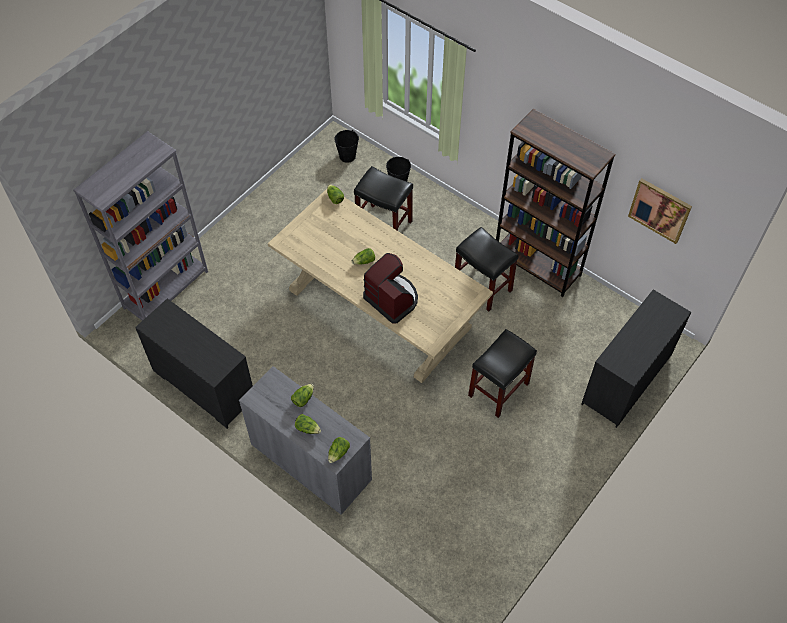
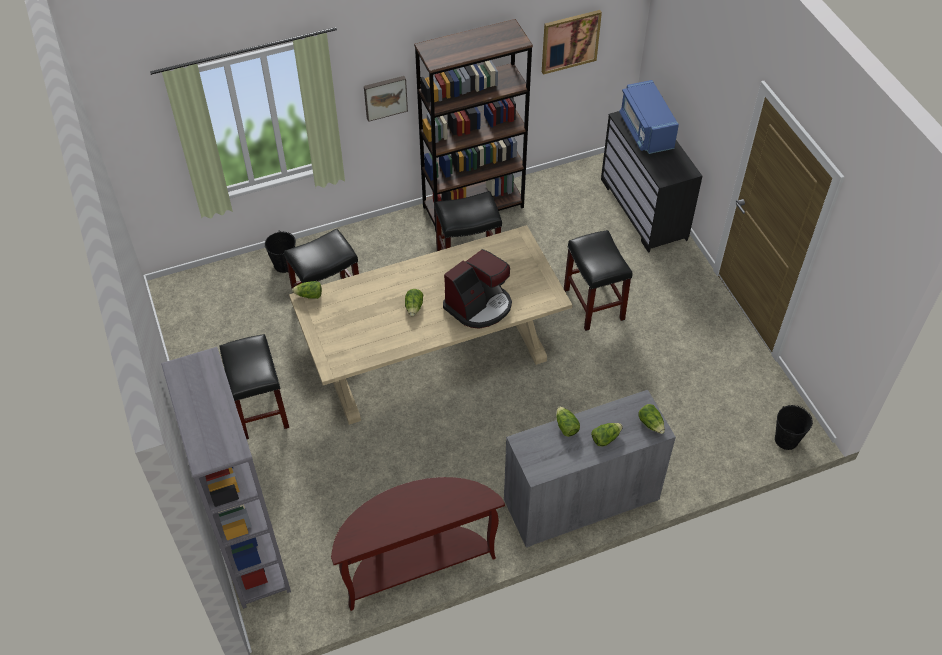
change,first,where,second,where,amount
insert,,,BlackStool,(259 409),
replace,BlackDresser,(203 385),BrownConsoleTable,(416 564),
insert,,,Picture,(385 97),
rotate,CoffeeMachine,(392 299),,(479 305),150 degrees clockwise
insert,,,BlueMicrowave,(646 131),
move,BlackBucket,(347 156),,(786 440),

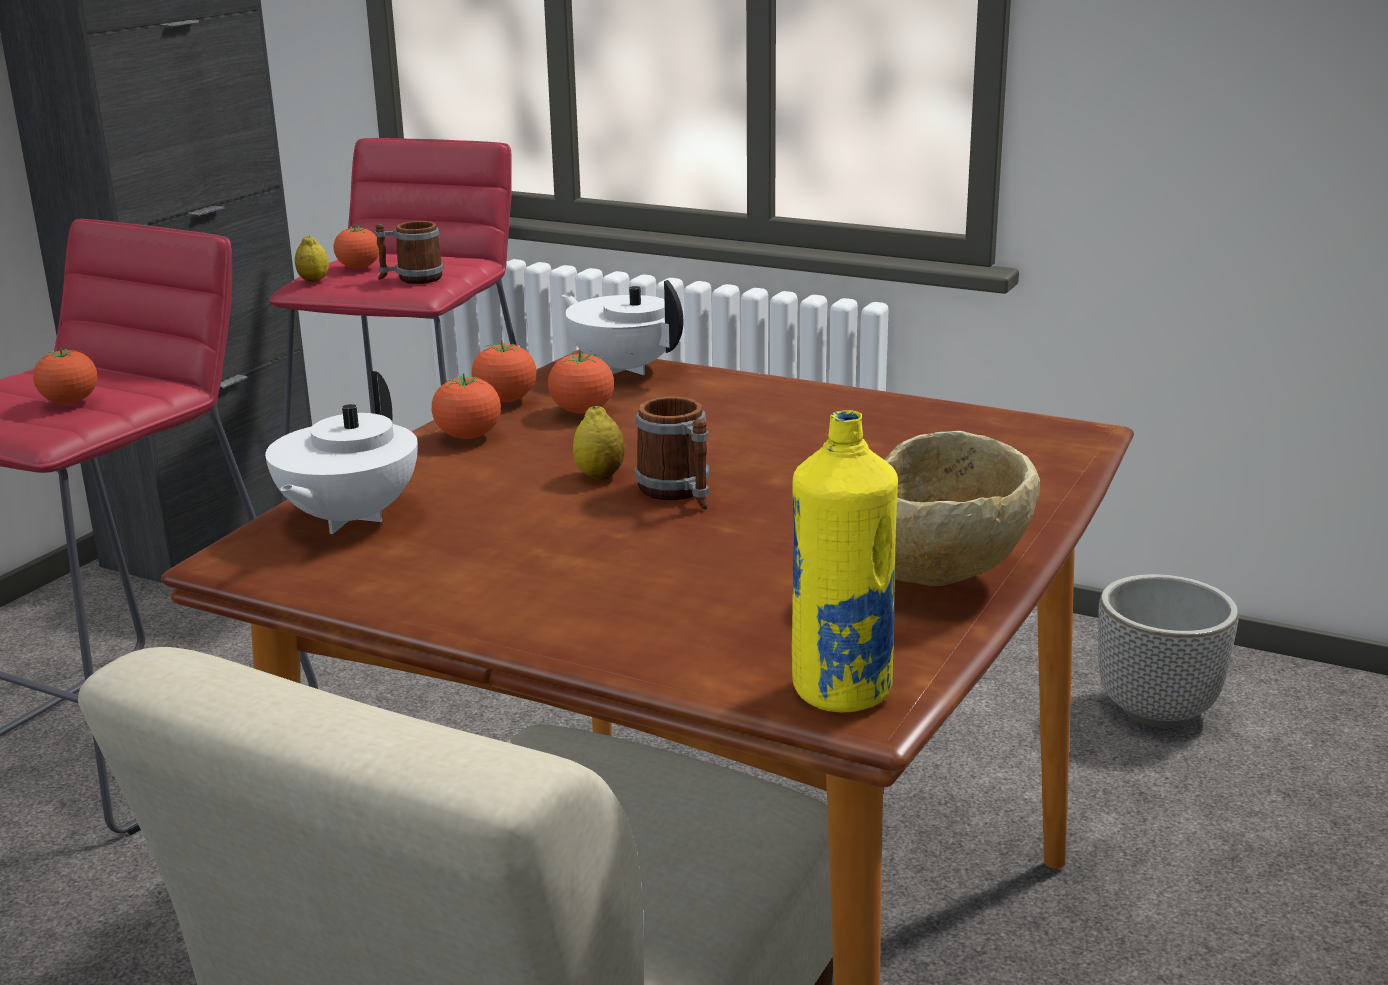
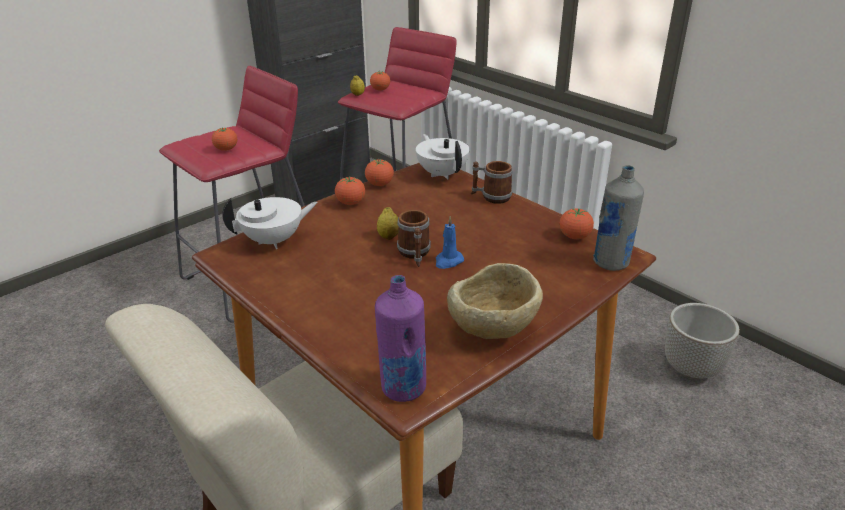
change,first,where,second,where,amount
rotate,WhiteTeapot,(347 519),,(274 241),150 degrees counterclockwise
recolor,YellowBottle,(840 692),PurpleBottle,(402 388),
insert,,,BlueCandle,(448 261),
move,Mug,(411 279),,(491 197),
move,Tomato,(582 411),,(574 236),
insert,,,GreyBottle,(611 262),

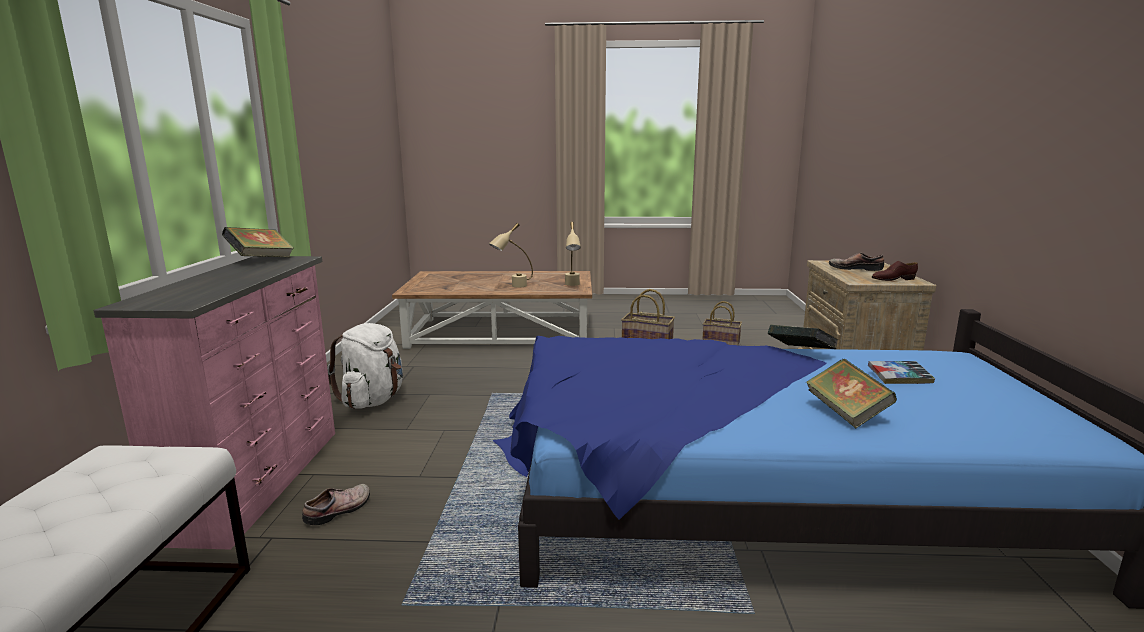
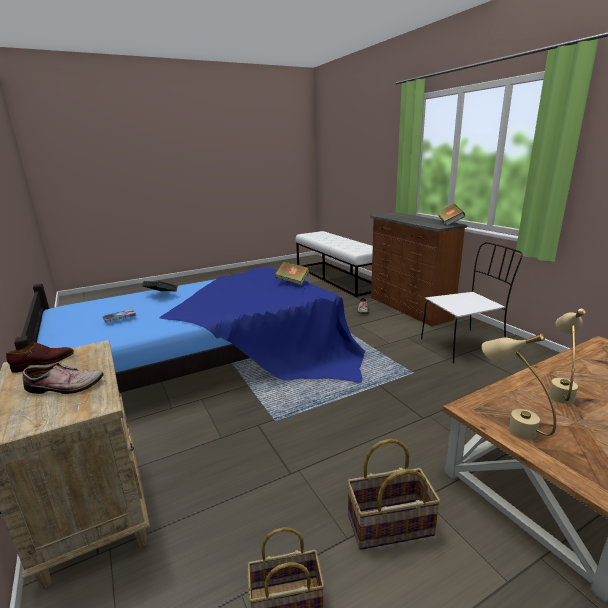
change,first,where,second,where,amount
move,Book,(800 354),,(292 282),
recolor,PinkDresser,(262 480),BrownDresser,(408 308),
replace,WhiteBackpack,(373 400),WhiteChair,(464 345),

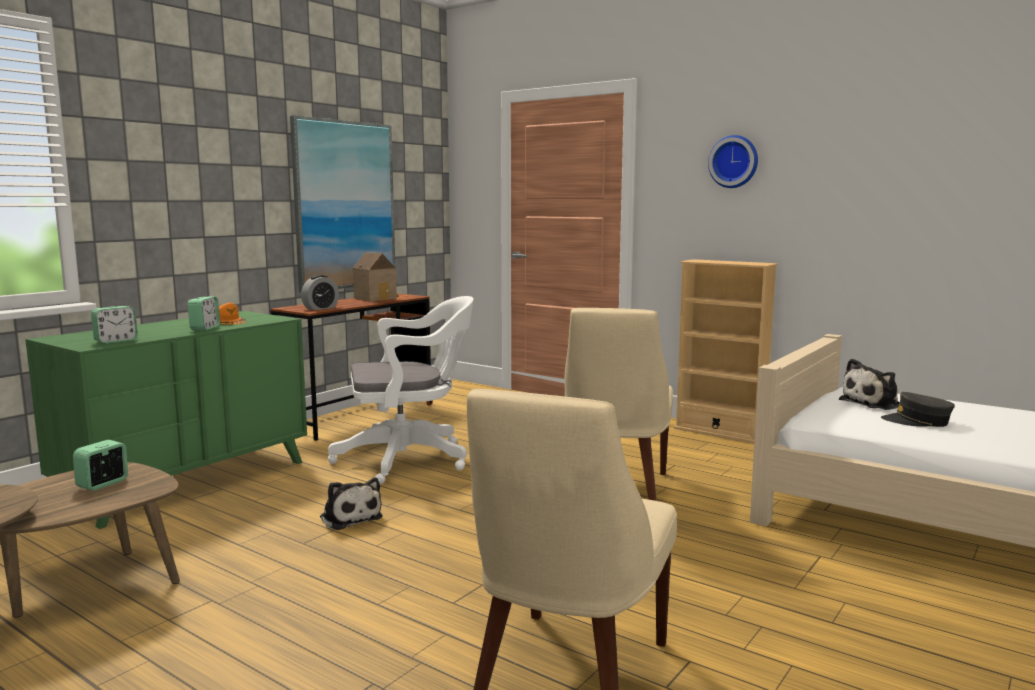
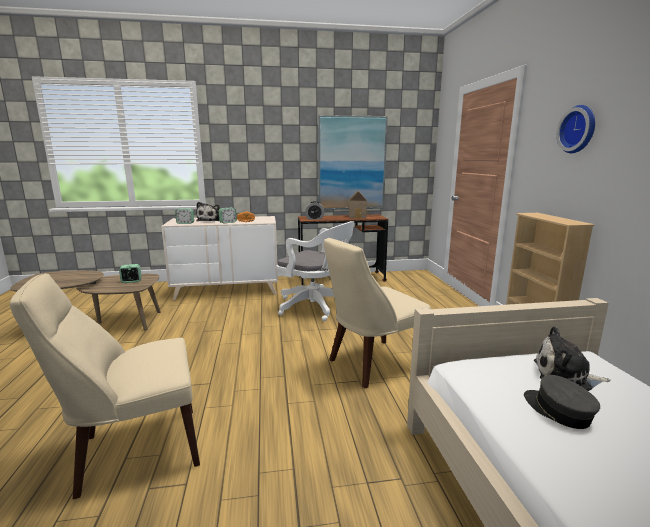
change,first,where,second,where,amount
recolor,GreenDresser,(187 482),BeigeDresser,(227 290),
move,PlushToy,(350 517),,(210 220),

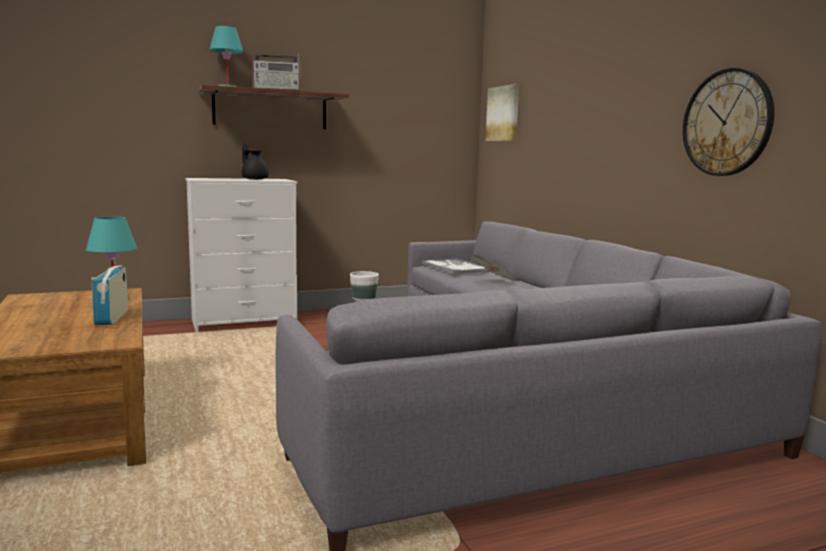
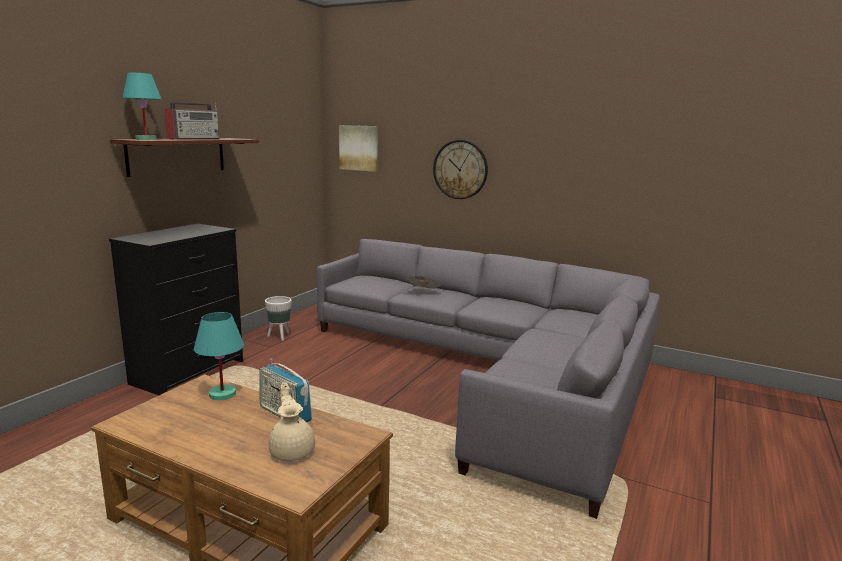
change,first,where,second,where,amount
recolor,WhiteDresser,(245 322),BlackDresser,(189 372),
insert,,,BeigeTeapot,(292 450),
move,WallClock,(727 123),,(460 169),
delete,BlackTeapot,(254 179),,,
delete,Tray,(454 267),,,

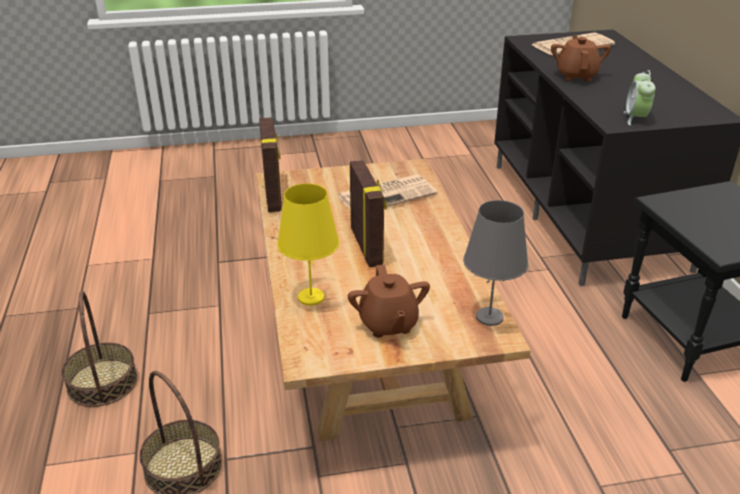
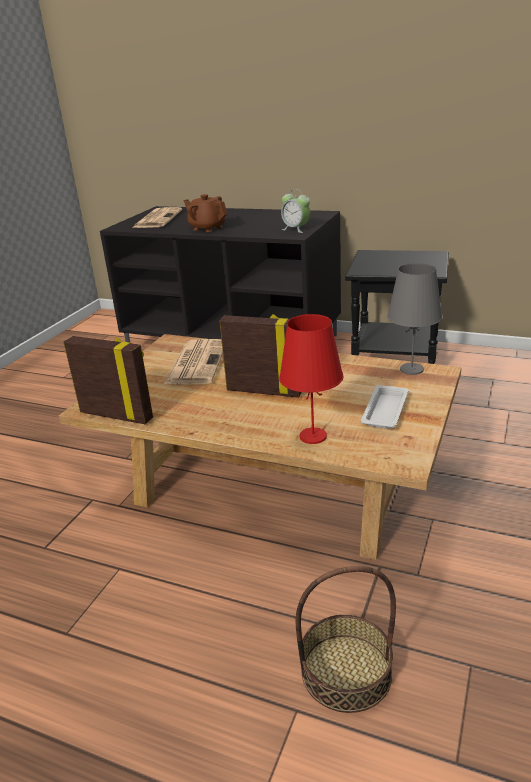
change,first,where,second,where,amount
recolor,YellowTableLamp,(310 297),RedTableLamp,(312 436),
replace,BrownTeapot,(388 324),WhiteTray,(385 410),
delete,Basket,(102 382),,,

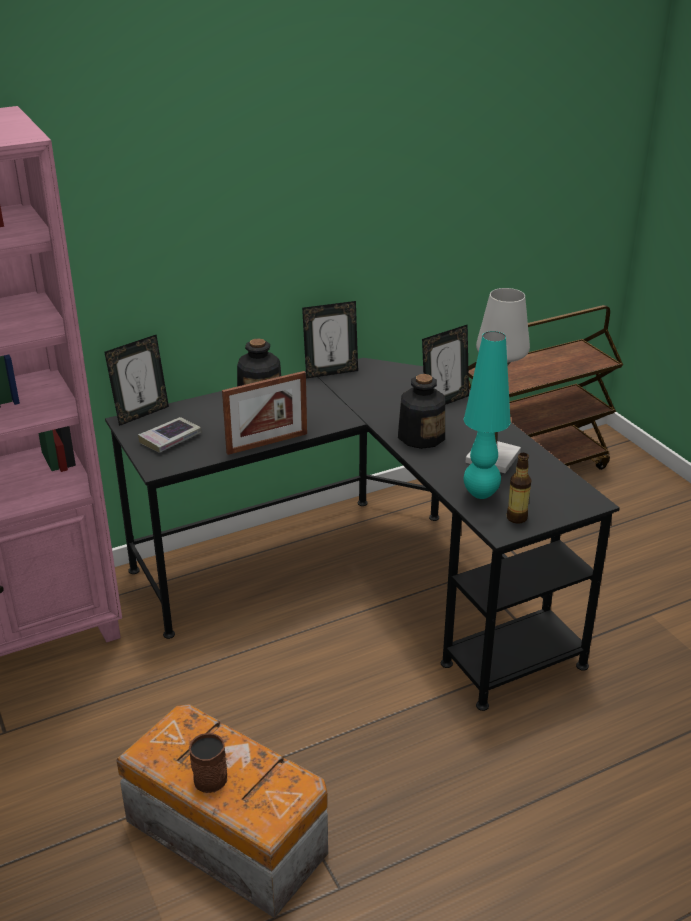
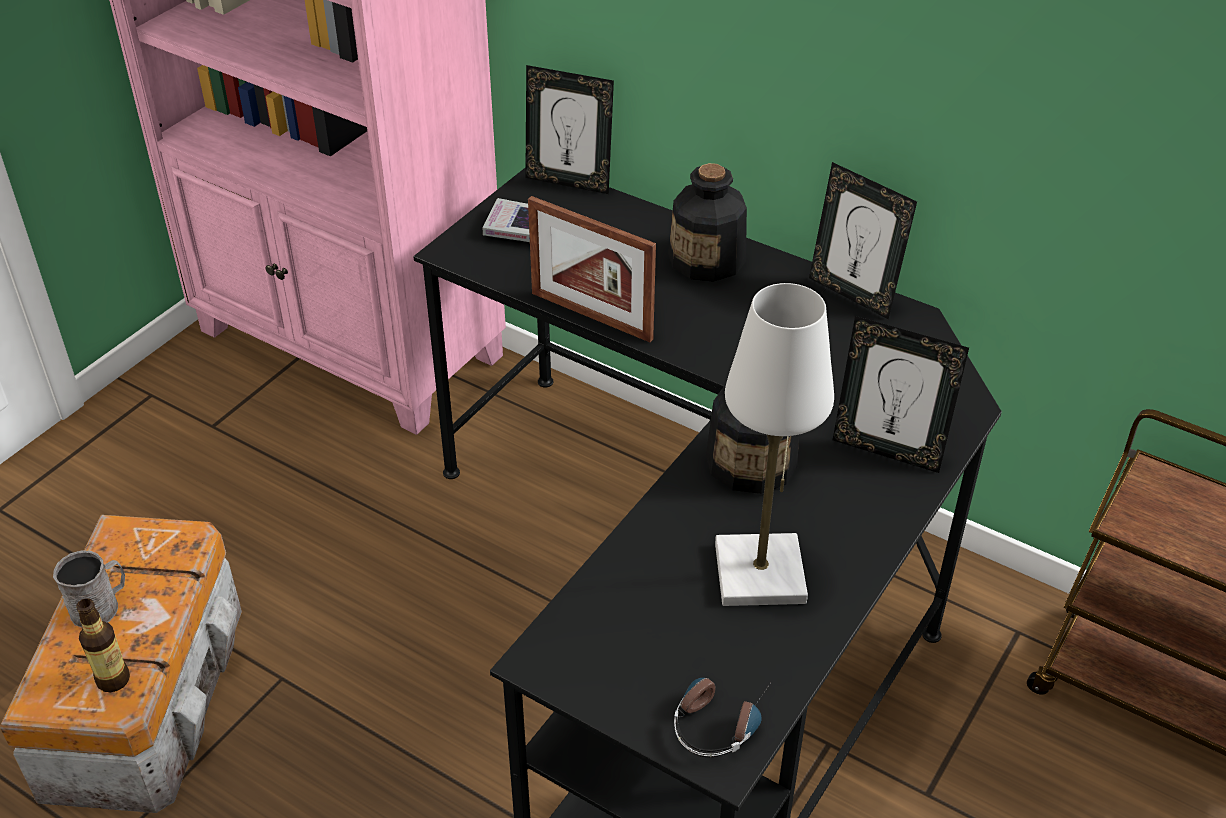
change,first,where,second,where,amount
recolor,BrownMug,(209 774),GreyMug,(101 606),
move,Bottle,(516 518),,(113 680),
insert,,,Headphones,(720 718),
delete,TurquoiseTableLamp,(481 494),,,

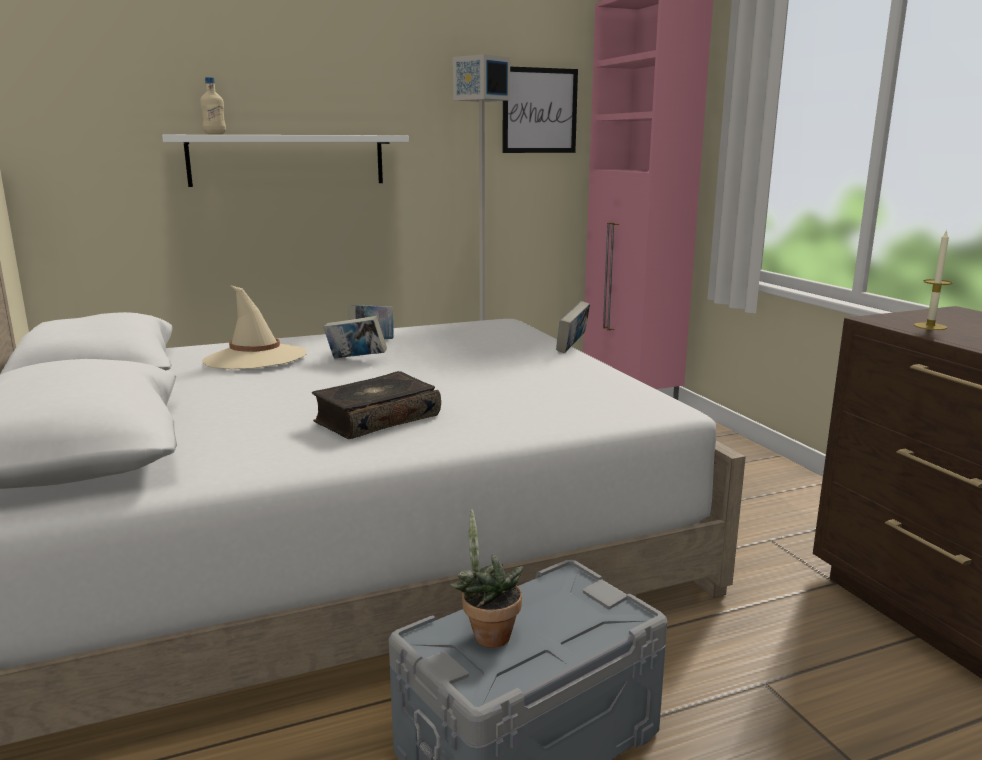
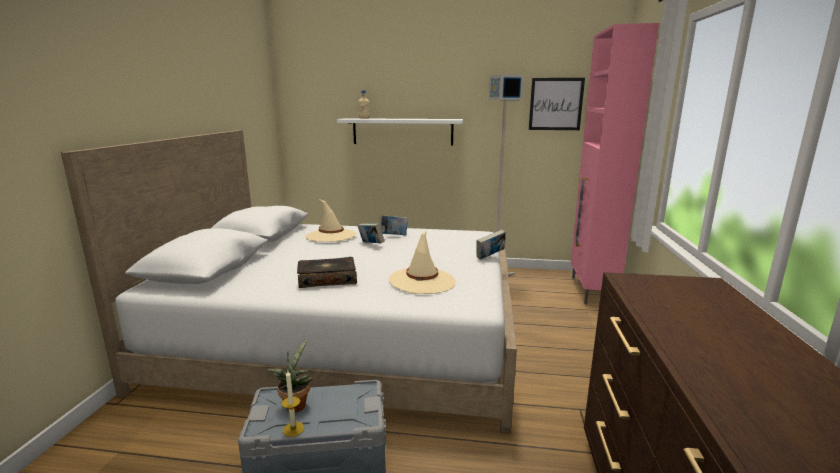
change,first,where,second,where,amount
move,Candle,(930 326),,(293 429),
insert,,,BeigeHat,(422 281),

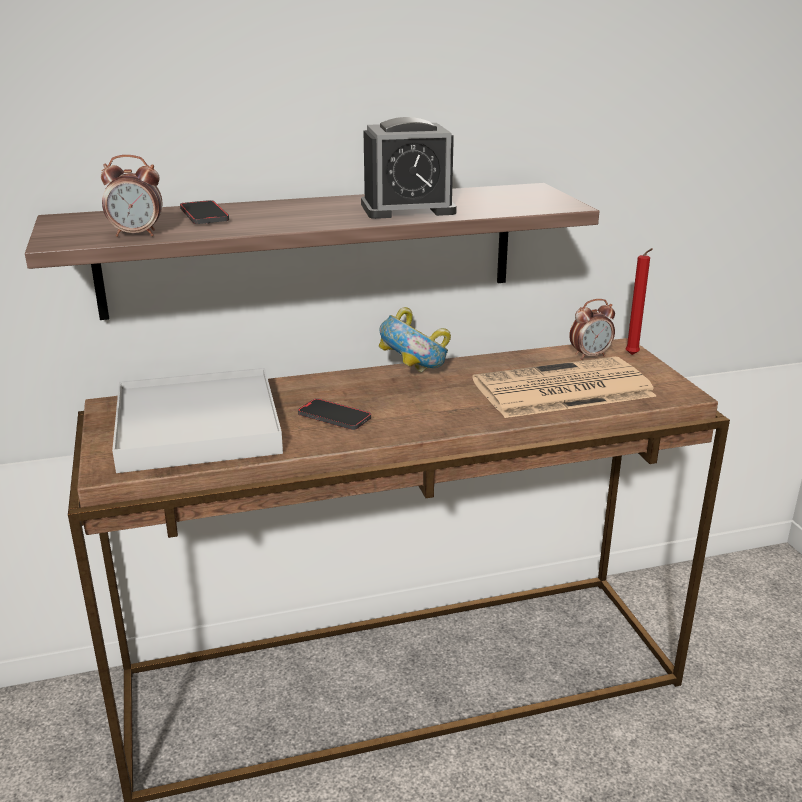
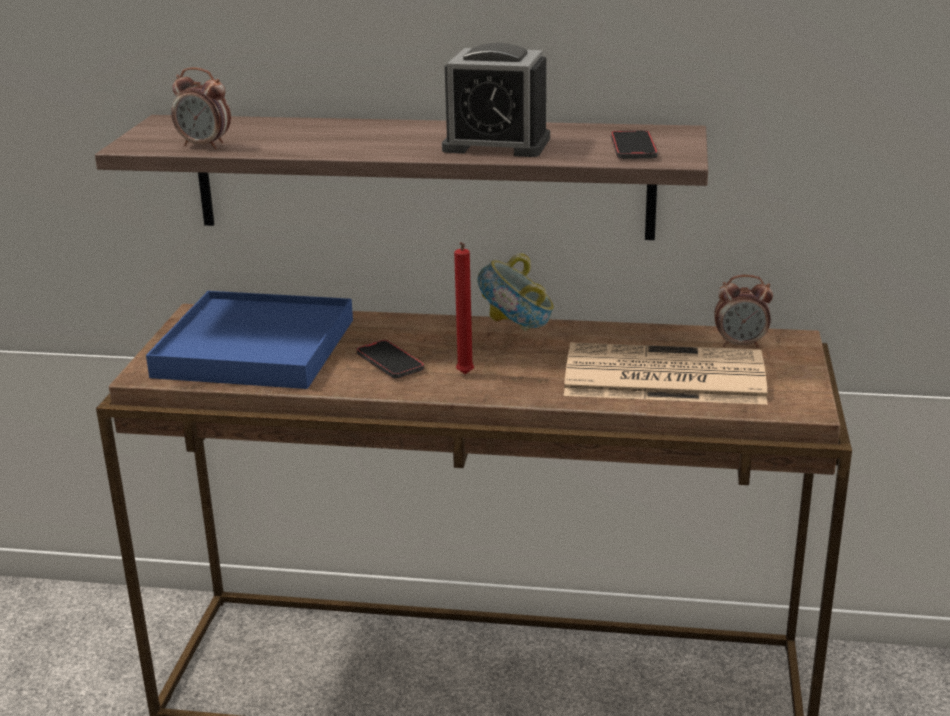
change,first,where,second,where,amount
recolor,WhiteTray,(197 426),BlueTray,(255 348),
move,RedCandle,(633 355),,(464 375),
move,Phone,(204 216),,(633 148),

